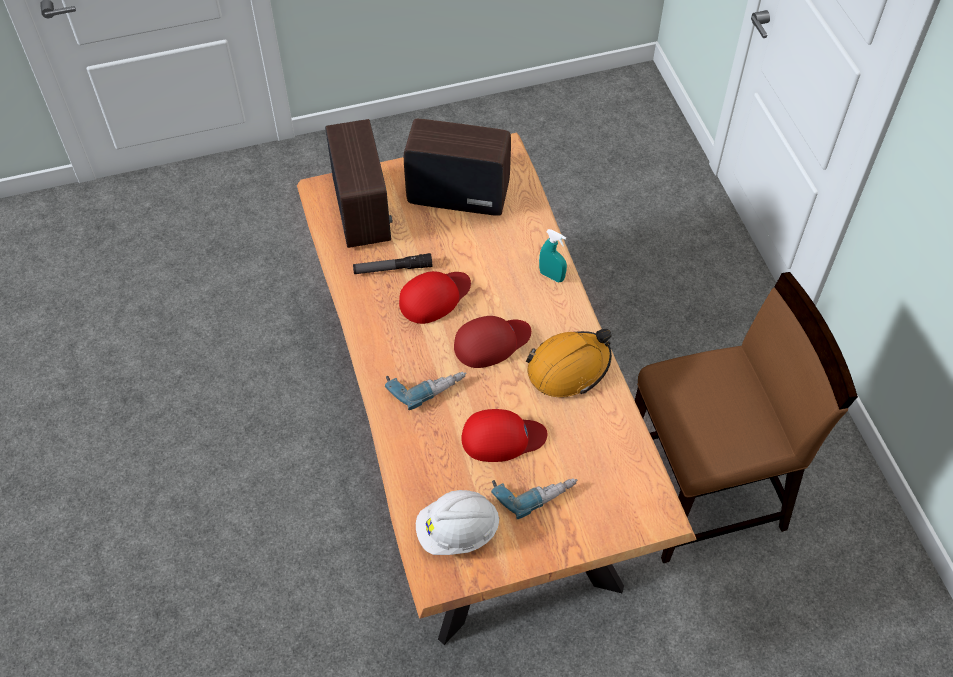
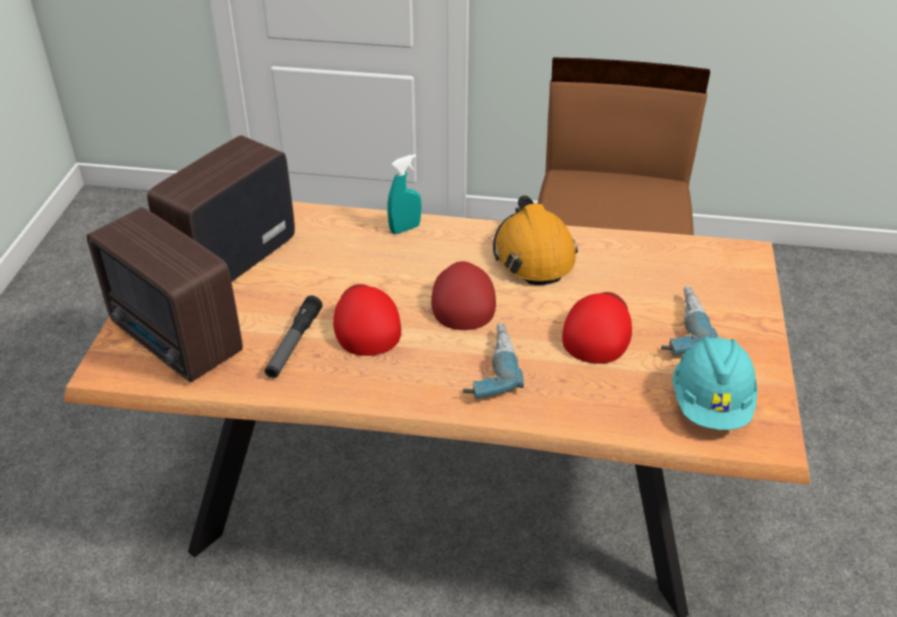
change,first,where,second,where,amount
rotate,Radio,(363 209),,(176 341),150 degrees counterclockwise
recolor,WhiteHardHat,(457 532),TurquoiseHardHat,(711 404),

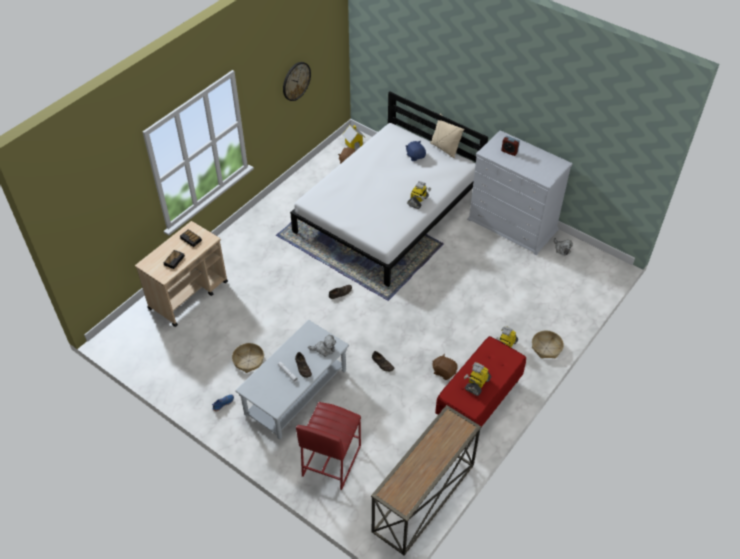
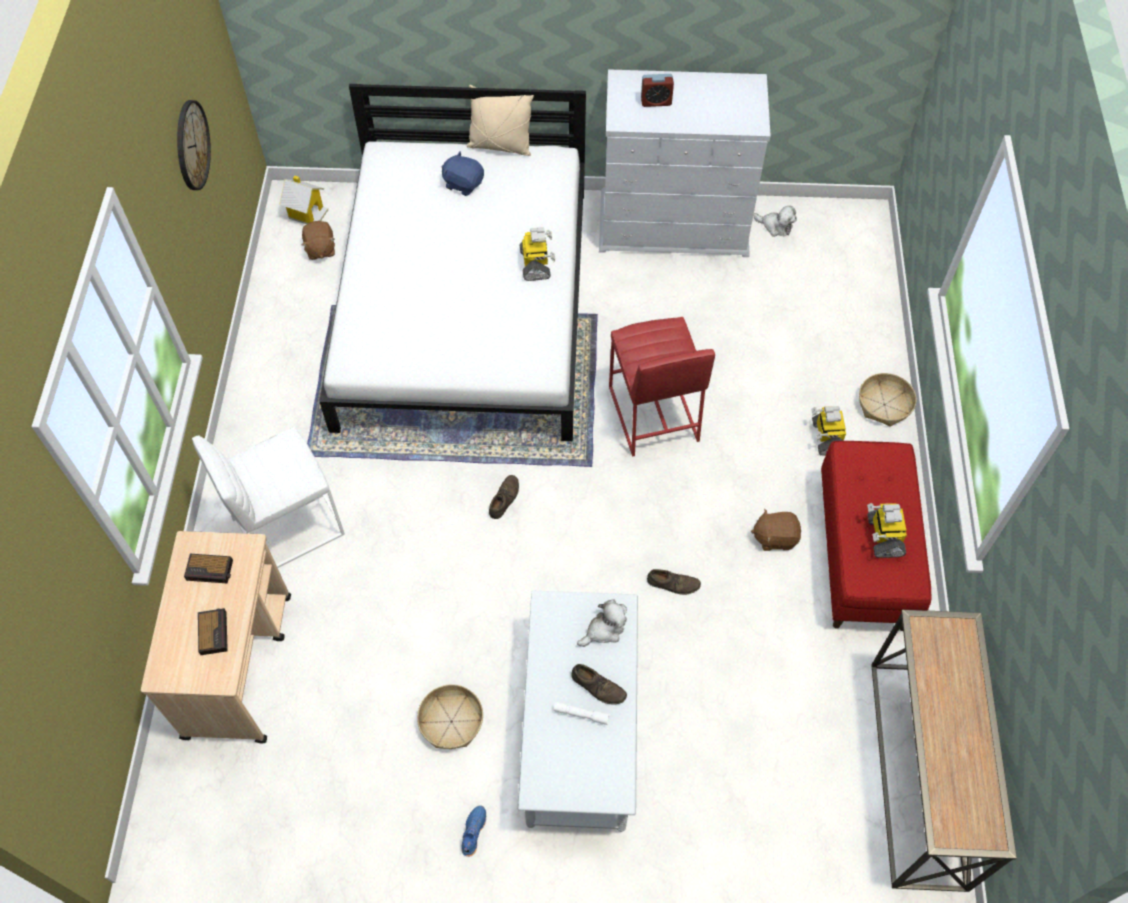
change,first,where,second,where,amount
insert,,,WhiteStool,(287 526),
move,RedStool,(330 461),,(652 414),

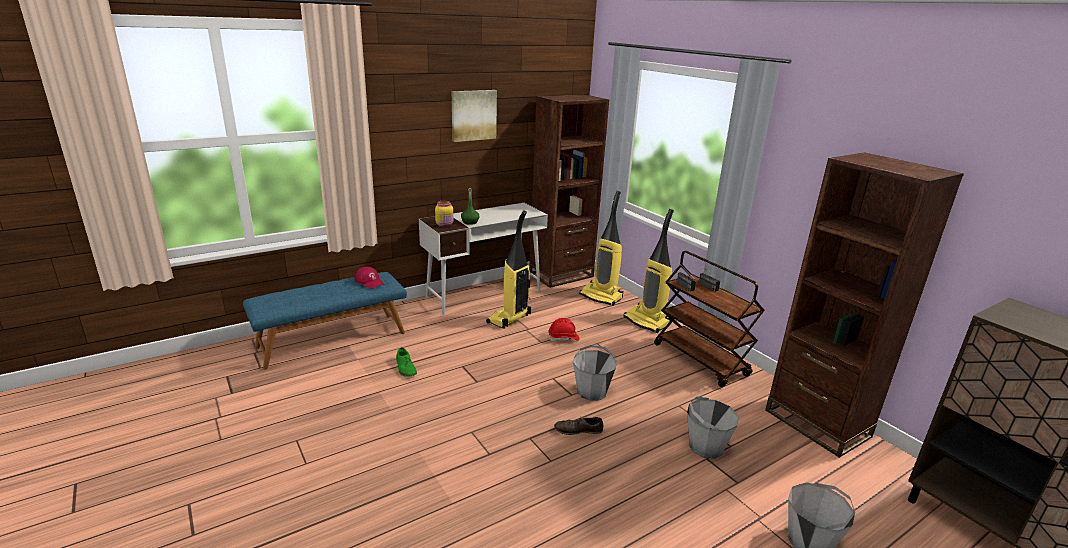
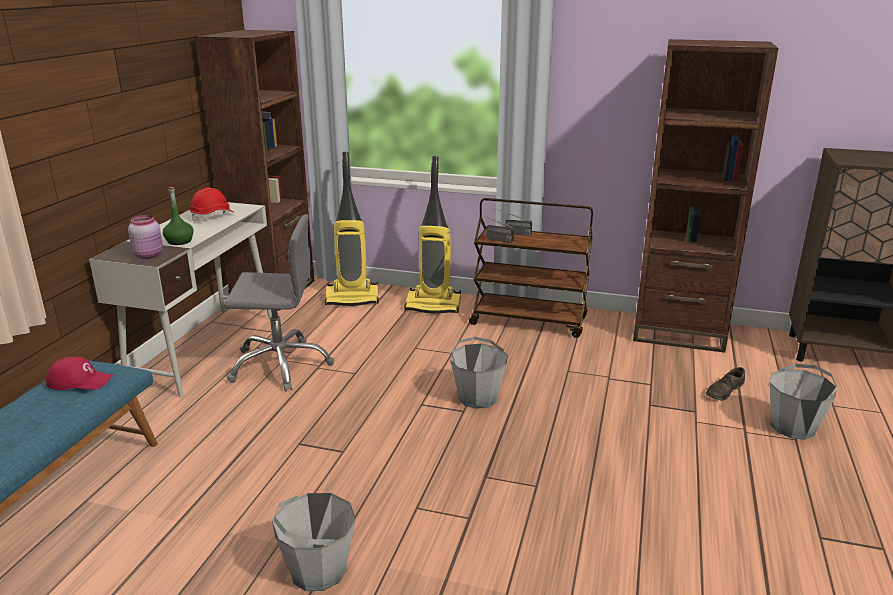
change,first,where,second,where,amount
recolor,YellowJar,(445 225),PinkJar,(149 255),
move,RedHardHat,(563 338),,(213 216),
replace,VacuumCleaner,(509 319),GreyOfficeChair,(280 365),
move,GreyBucket,(705 446),,(317 570),
move,BrownShoe,(578 430),,(724 391),
delete,GreenShoe,(406 368),,,
delete,Picture,(473 115),,,

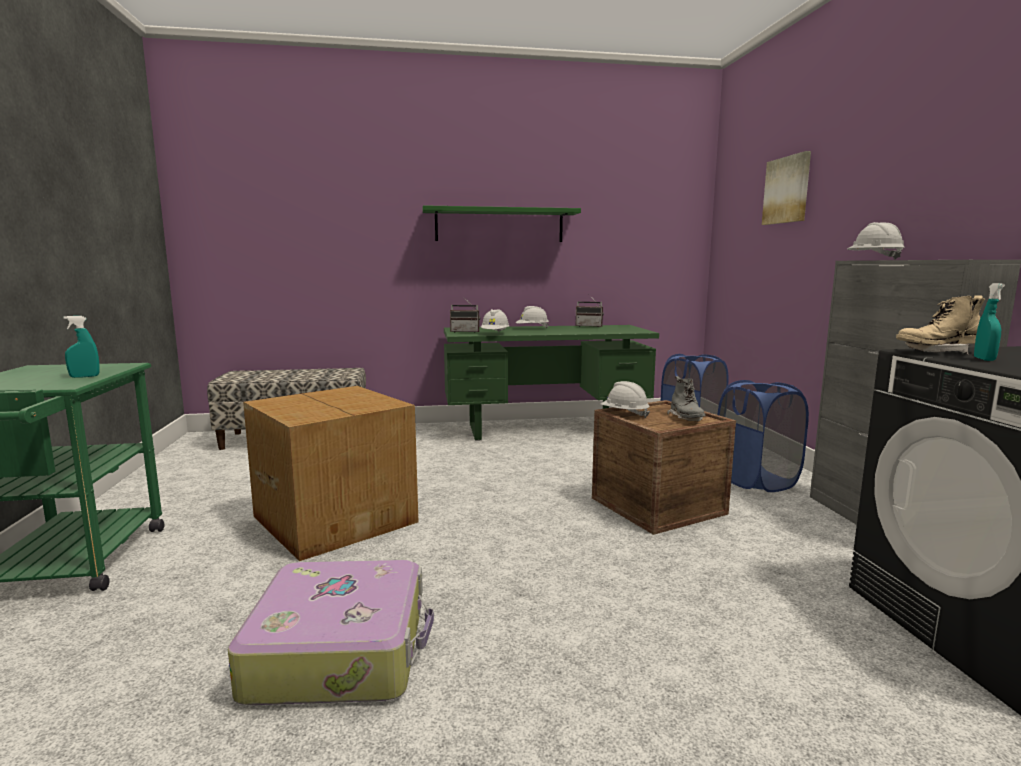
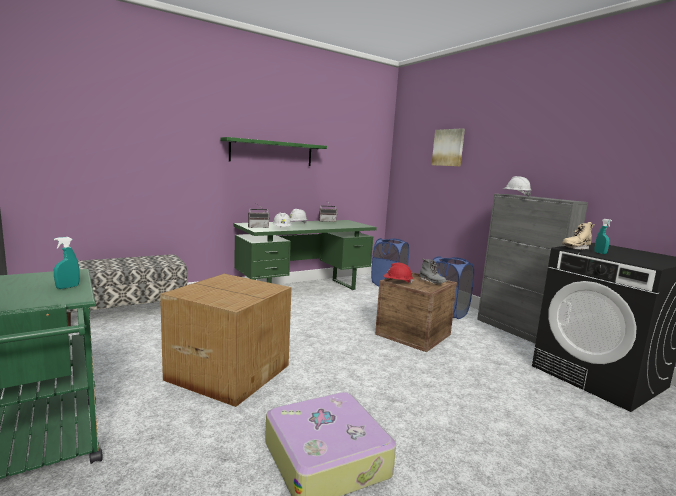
change,first,where,second,where,amount
recolor,WhiteHardHat,(624 414),RedHardHat,(397 282),

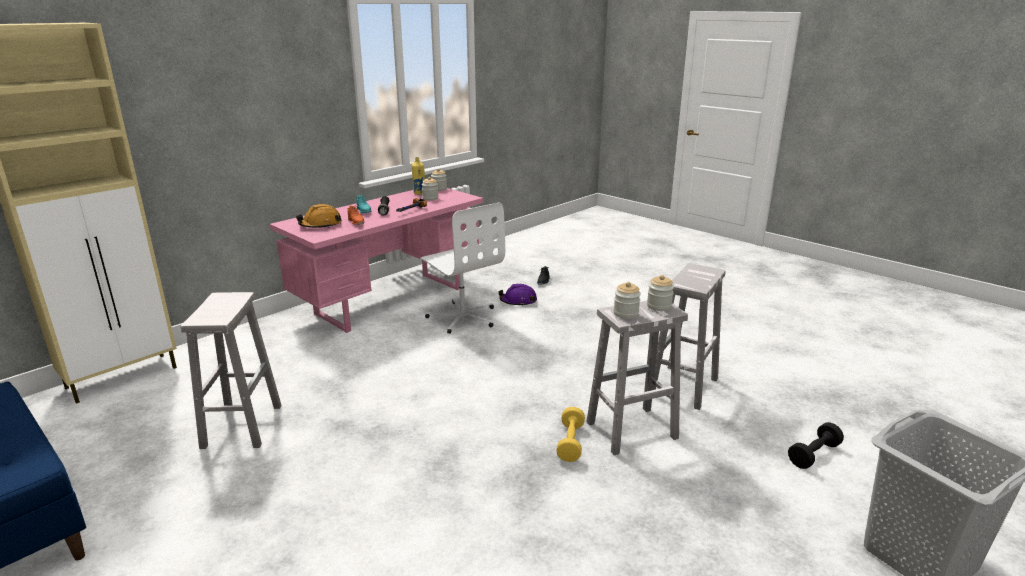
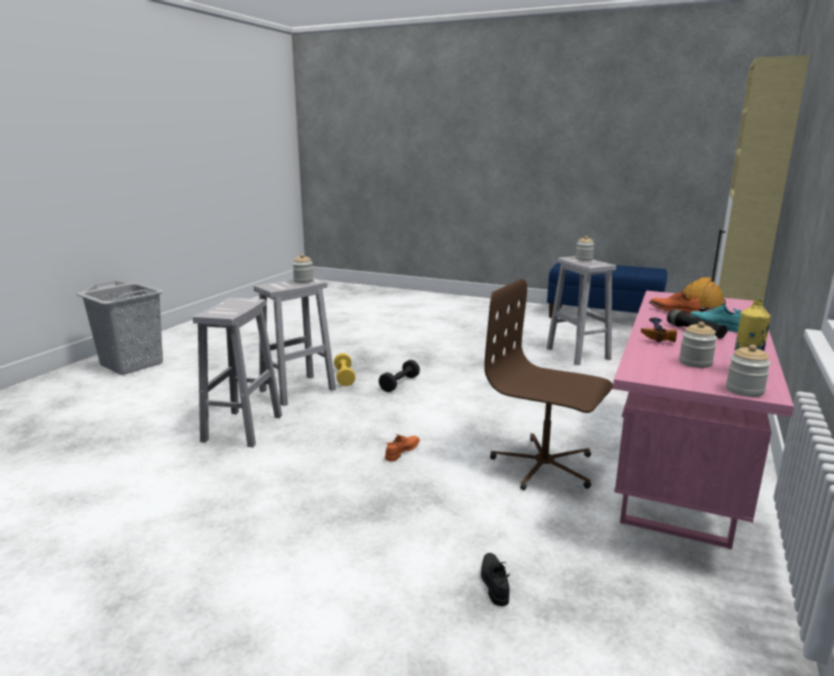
change,first,where,second,where,amount
move,BlackDumbbell,(813 455),,(399 384),
insert,,,OrangeShoe,(402 452),
recolor,WhiteOfficeChair,(463 317),BrownOfficeChair,(544 466),
move,Jar,(659 306),,(584 259),
delete,PurpleHardHat,(518 301),,,

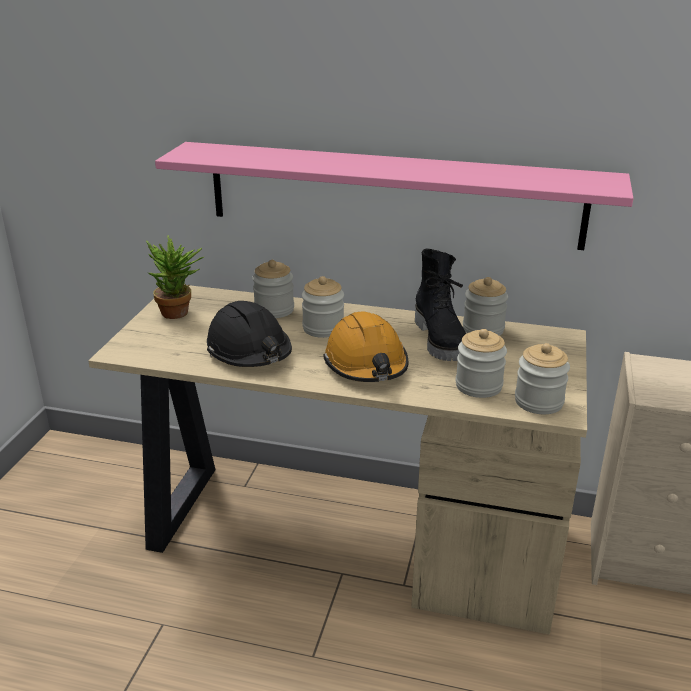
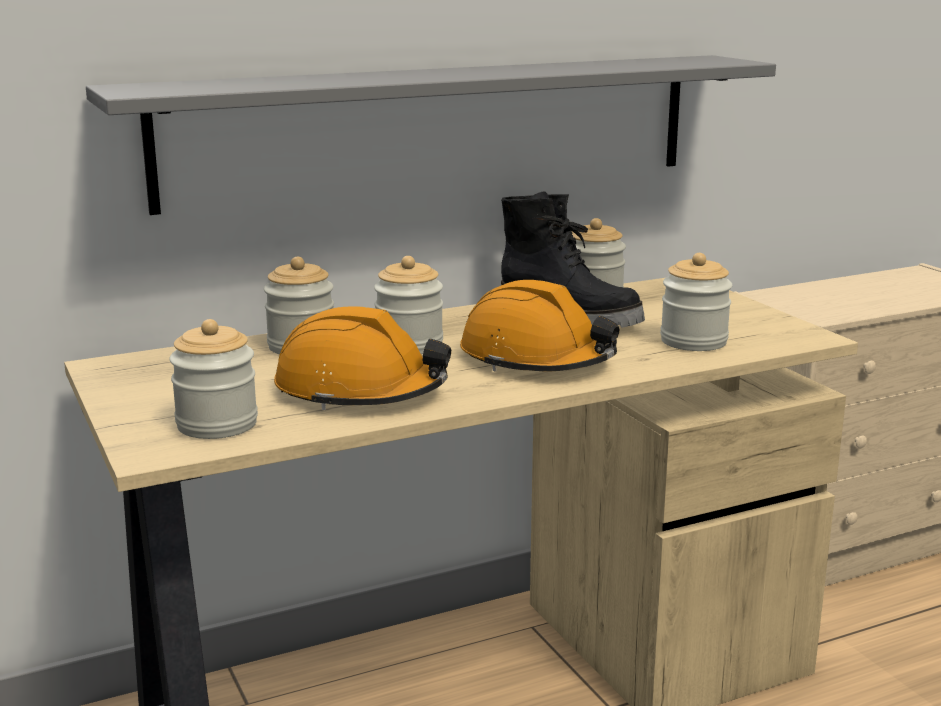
change,first,where,second,where,amount
recolor,PinkShelf,(392 194),GreyShelf,(436 128),
move,Jar,(538 402),,(217 424),
recolor,BlackHardHat,(249 351),OrangeHardHat,(360 392),
delete,PottedPlant,(180 314),,,

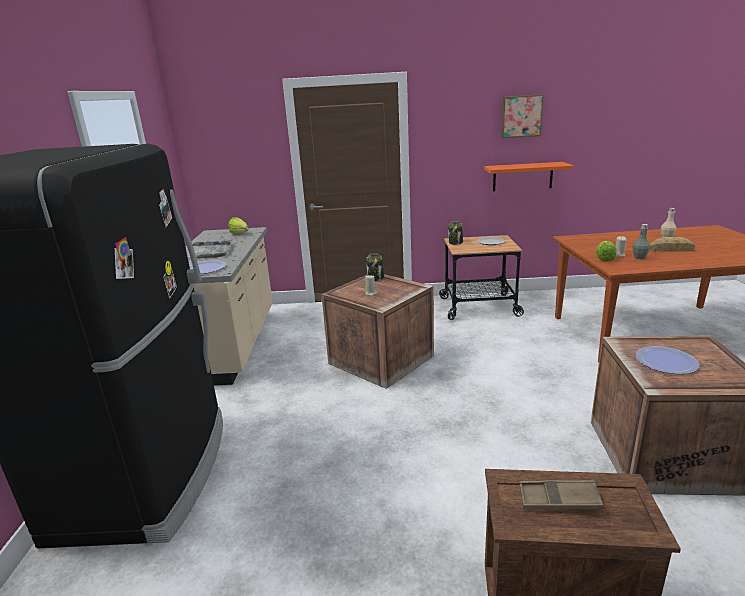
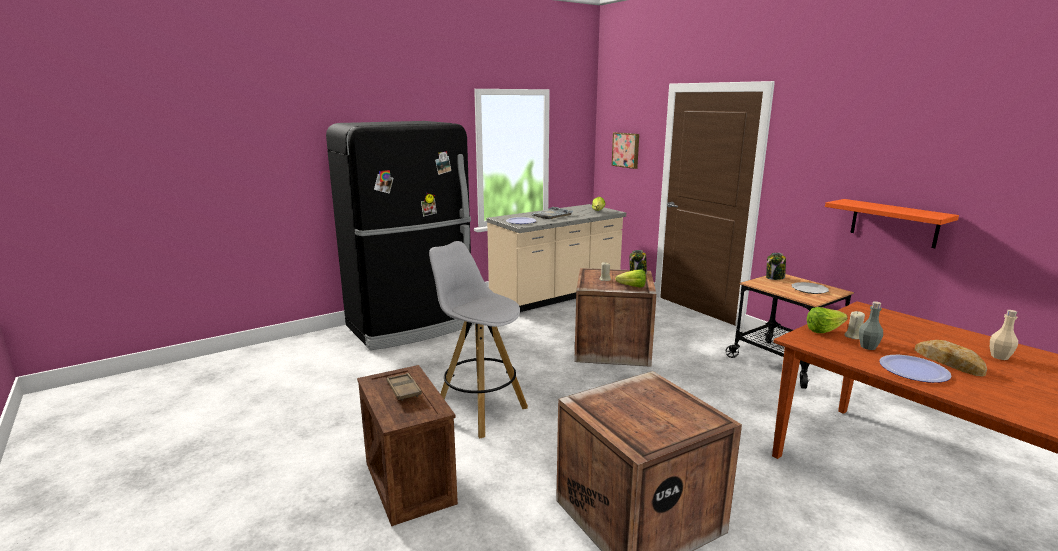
change,first,where,second,where,amount
insert,,,WhiteStool,(479 411),
move,Picture,(521 116),,(626 150),
insert,,,Lettuce,(629 287),
move,Plate,(666 361),,(913 370),

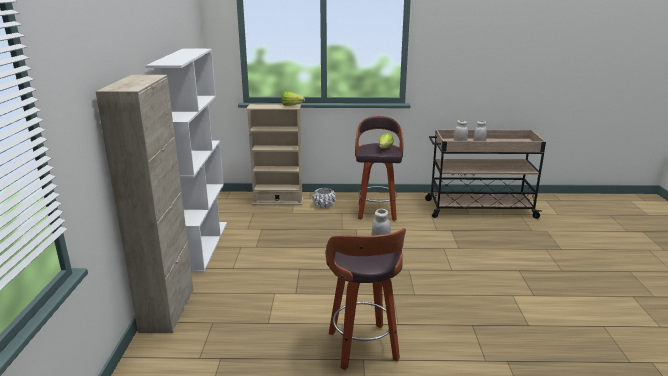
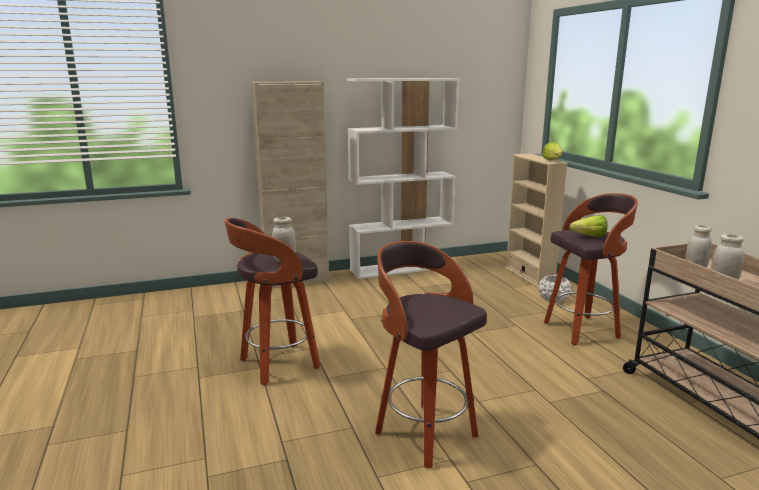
change,first,where,second,where,amount
insert,,,Stool,(423 433),

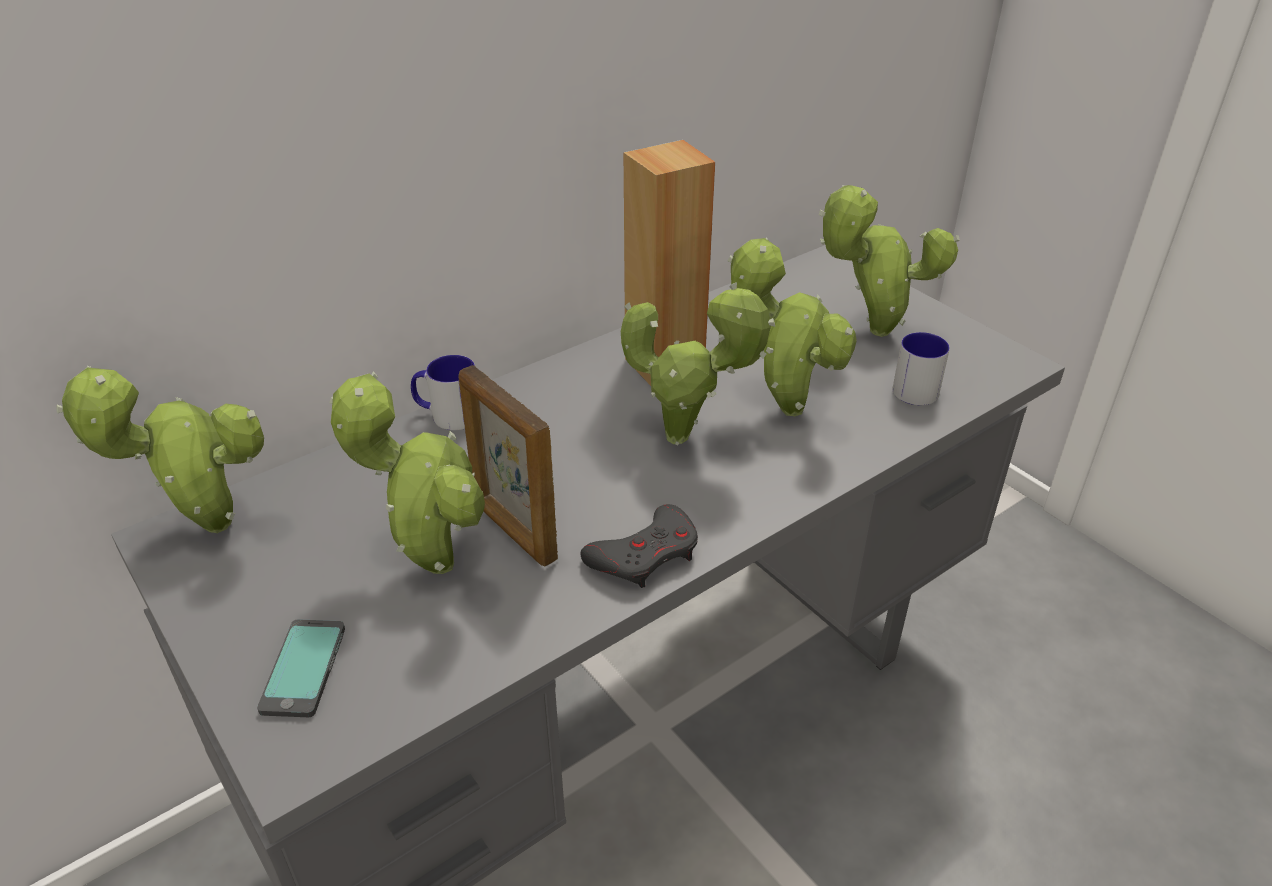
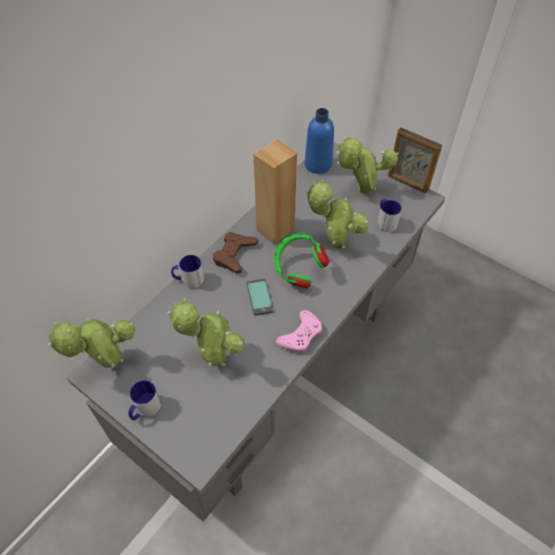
change,first,where,second,where,amount
insert,,,Mug,(145 409),
insert,,,BrownGameController,(234 254),
move,Phone,(304 669),,(260 297),
replace,PottedPlant,(686 438),GreenHeadphones,(298 270),
recolor,GreyGameController,(645 554),PinkGameController,(301 335),
insert,,,BlueBottle,(318 164),
move,PictureFrame,(513 531),,(407 183),

